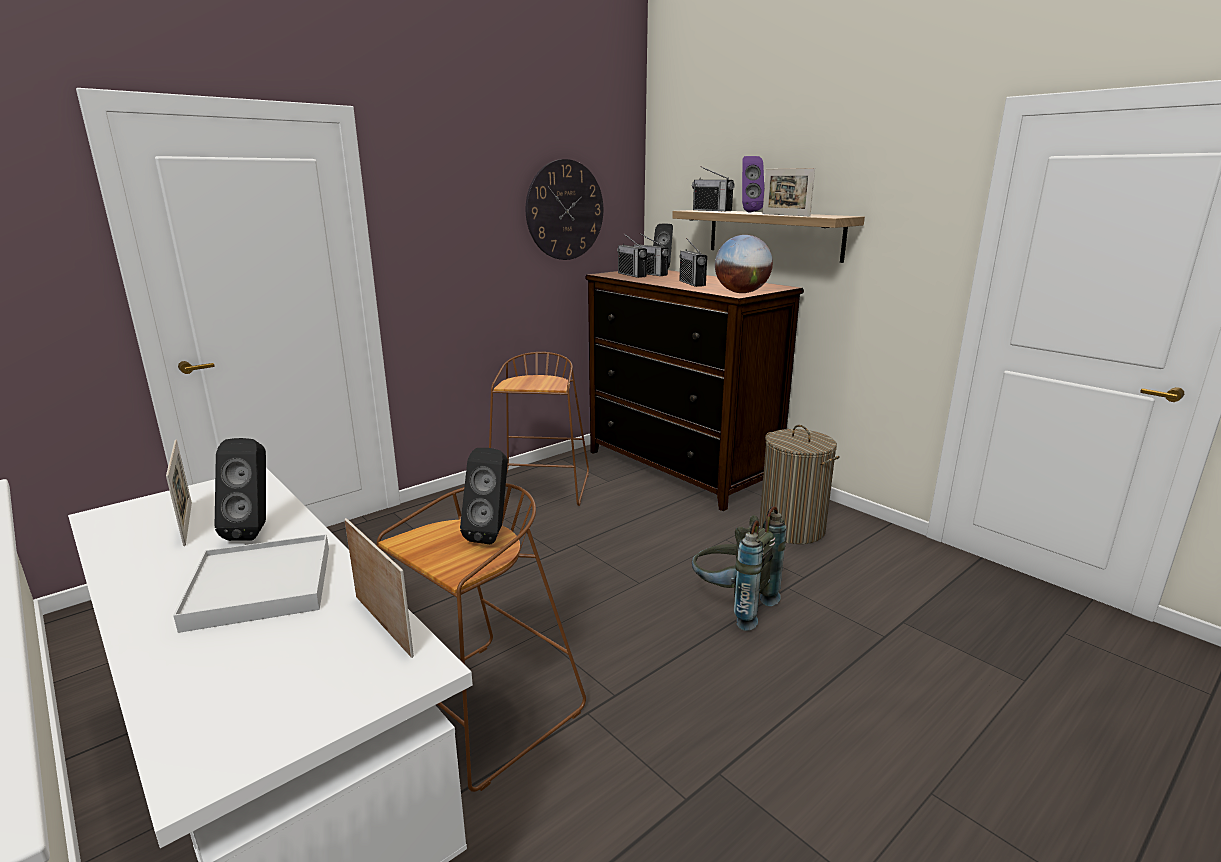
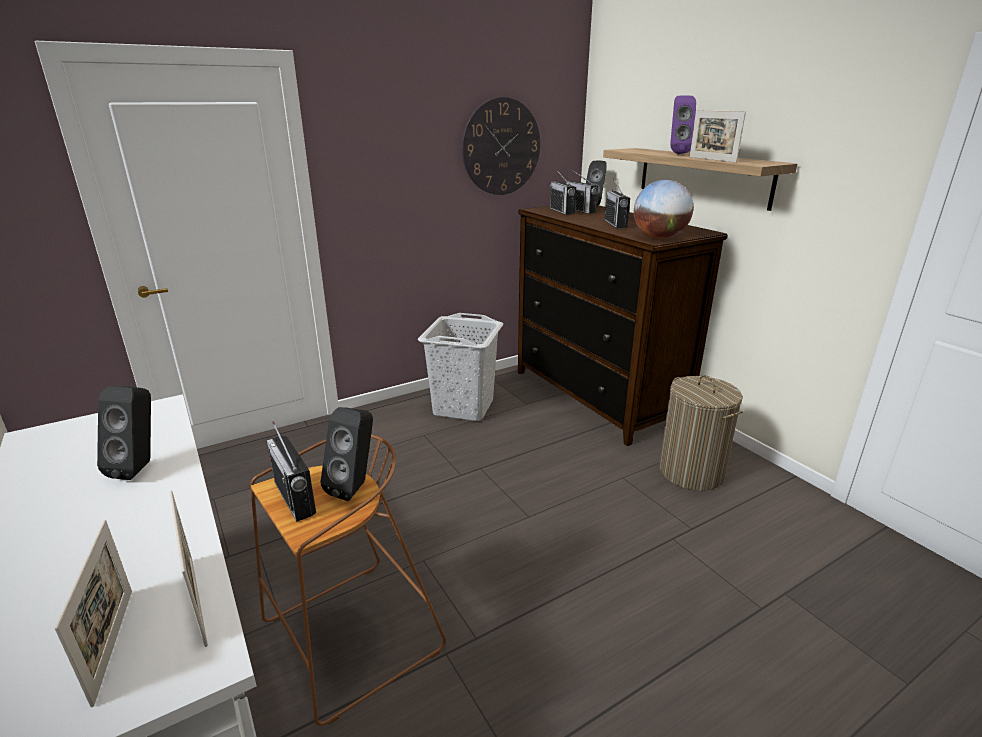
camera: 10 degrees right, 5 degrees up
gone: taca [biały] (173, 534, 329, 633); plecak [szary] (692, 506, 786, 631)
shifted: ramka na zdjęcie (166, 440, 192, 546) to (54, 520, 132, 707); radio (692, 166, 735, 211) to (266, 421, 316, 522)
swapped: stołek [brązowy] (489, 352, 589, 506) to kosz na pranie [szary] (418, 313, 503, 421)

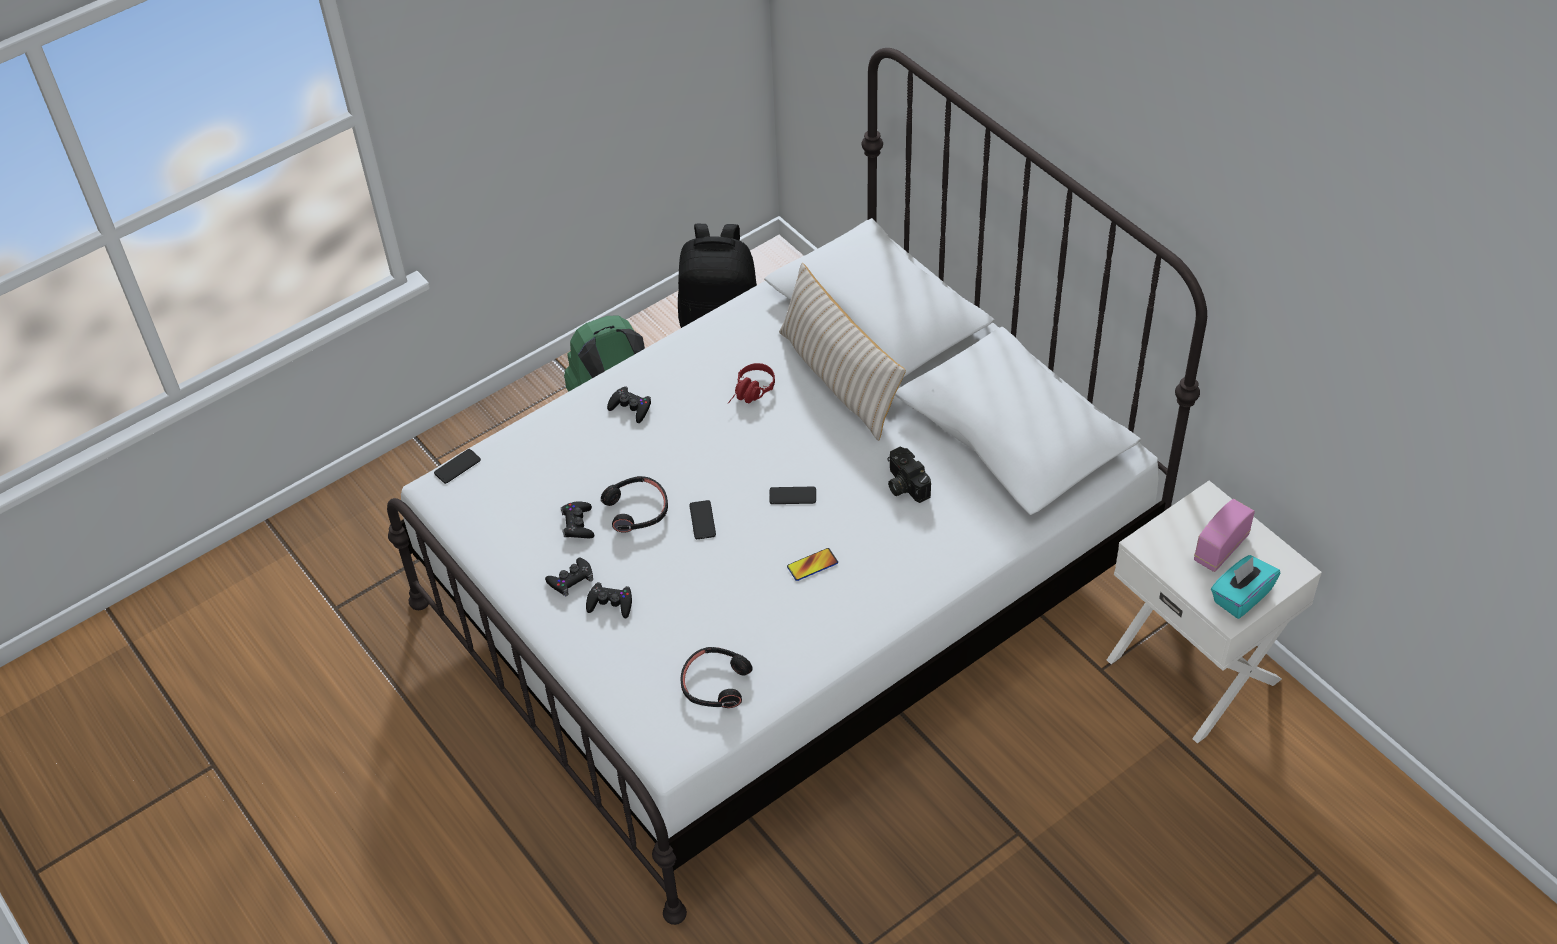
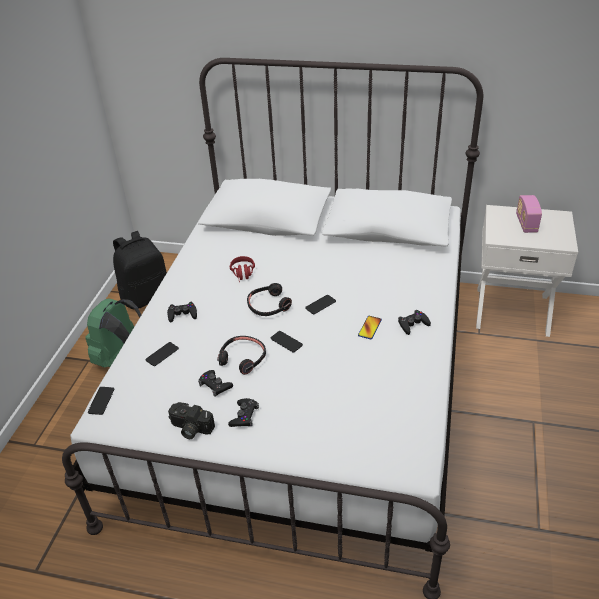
camera: 40 degrees left, 10 degrees down
gone: poduszka [beżowy] (779, 263, 906, 441); pudełko chusteczek [turkusowy] (1211, 555, 1280, 619)
new: telefon (145, 342, 179, 366)
shifted: pad do gier [czarny] (586, 582, 632, 618) to (398, 310, 431, 335); słuchawki [czarny] (680, 647, 753, 708) to (247, 283, 292, 316); aparat fotograficzny (888, 447, 931, 503) to (168, 402, 215, 439)

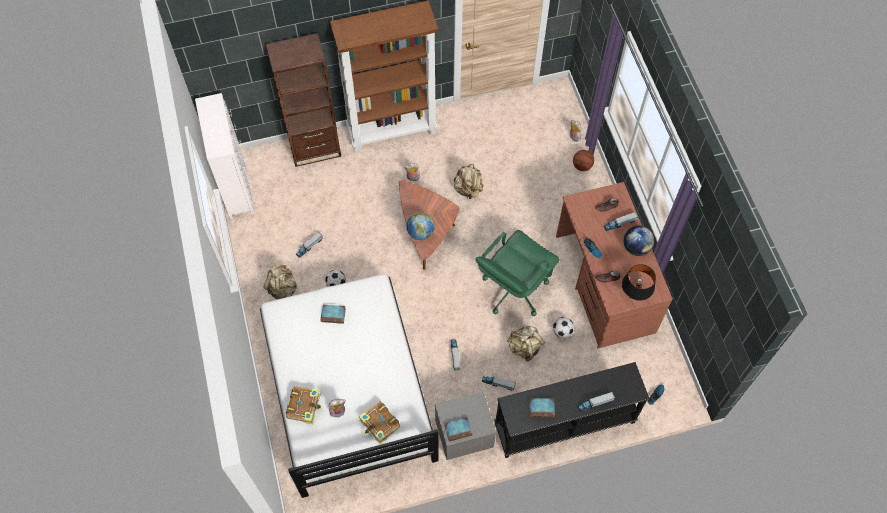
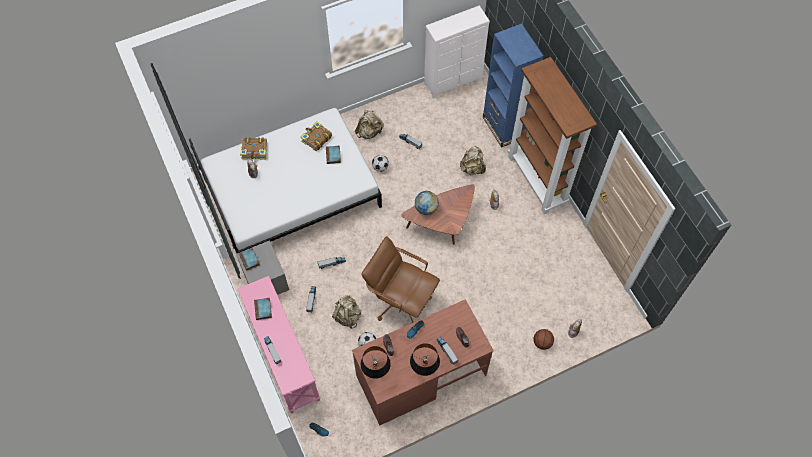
camera: 80 degrees right, 0 degrees up
shifted: książka (359, 401, 400, 444) to (301, 121, 332, 151); plecak [beżowy] (454, 164, 483, 199) to (460, 146, 486, 175)
swapped: globus (624, 226, 654, 256) to lampa stołowa [czarny] (410, 343, 440, 376)
repainted: regał [brązowy] (266, 33, 341, 167) to regał [niebieski] (483, 23, 544, 148); krzesło biurowe [zielony] (475, 230, 560, 316) to krzesło biurowe [brązowy] (361, 236, 440, 324); stolik konsolowy [czarny] (494, 362, 650, 458) to stolik konsolowy [różowy] (238, 276, 320, 413)

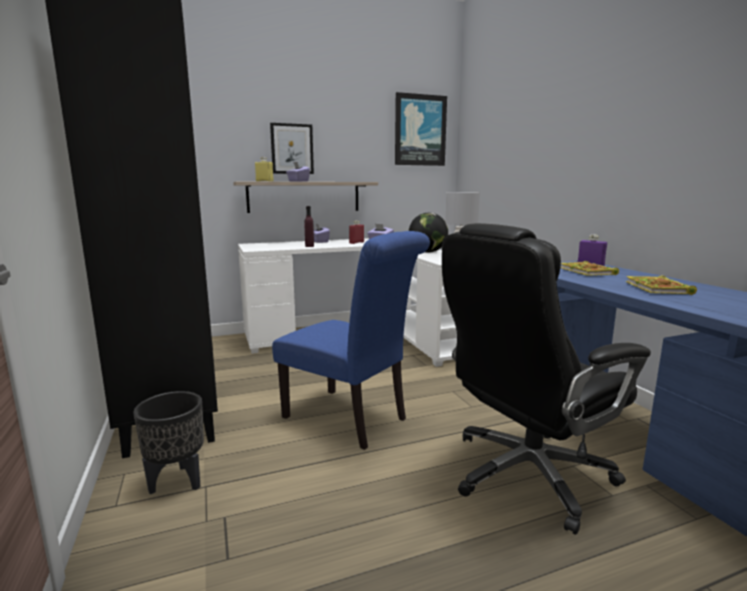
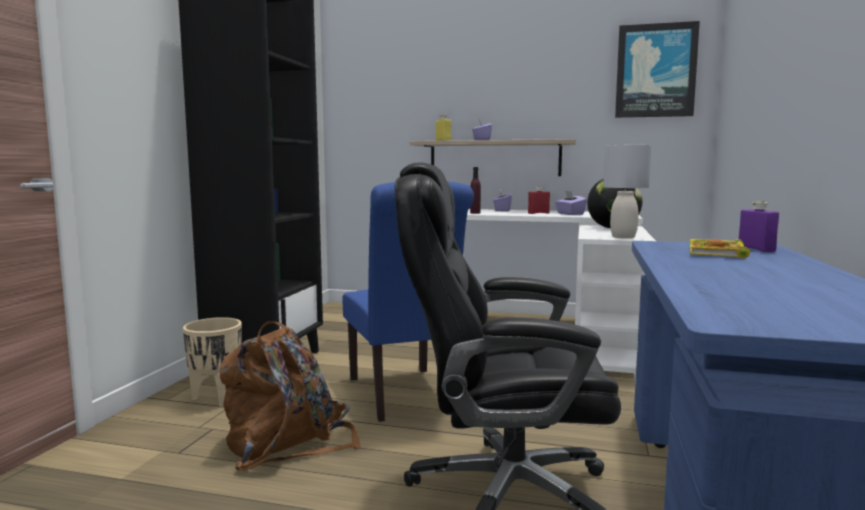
camera: 35 degrees right, 5 degrees down
gone: obraz (270, 123, 314, 174); książka (626, 275, 697, 295)
new: plecak [brązowy] (220, 321, 361, 471)
repainted: donica [czarny] (133, 391, 204, 494) to donica [beżowy] (183, 317, 242, 407)

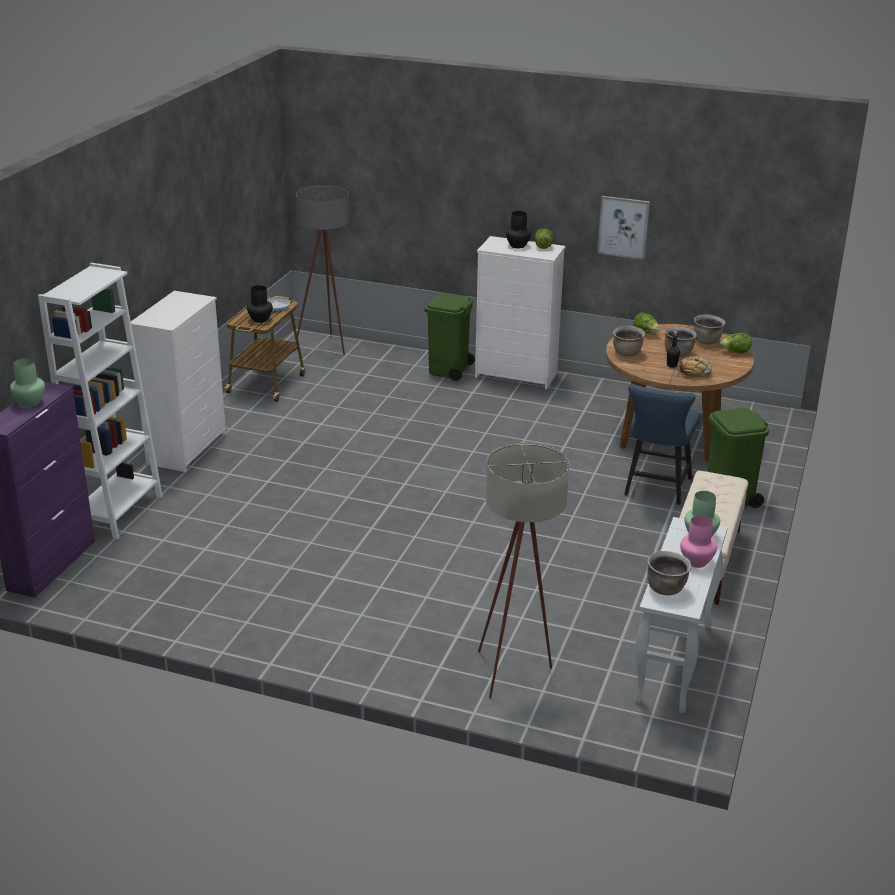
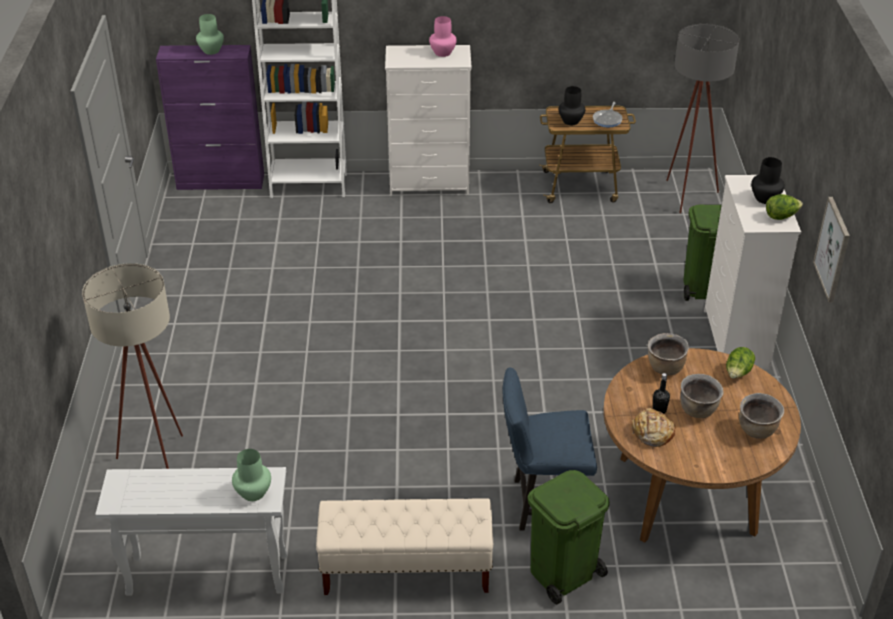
camera: 70 degrees right, 10 degrees up
gone: garnek [brązowy] (647, 551, 692, 595); sałata (720, 333, 752, 353)
shifted: wazon [różowy] (680, 516, 717, 568) to (429, 16, 457, 57)

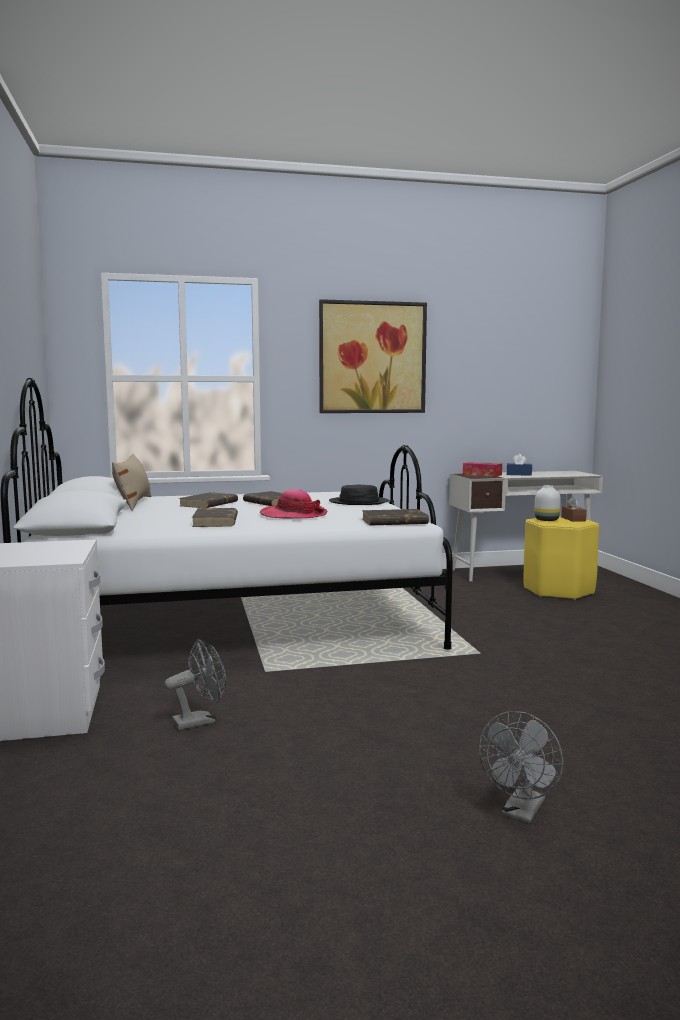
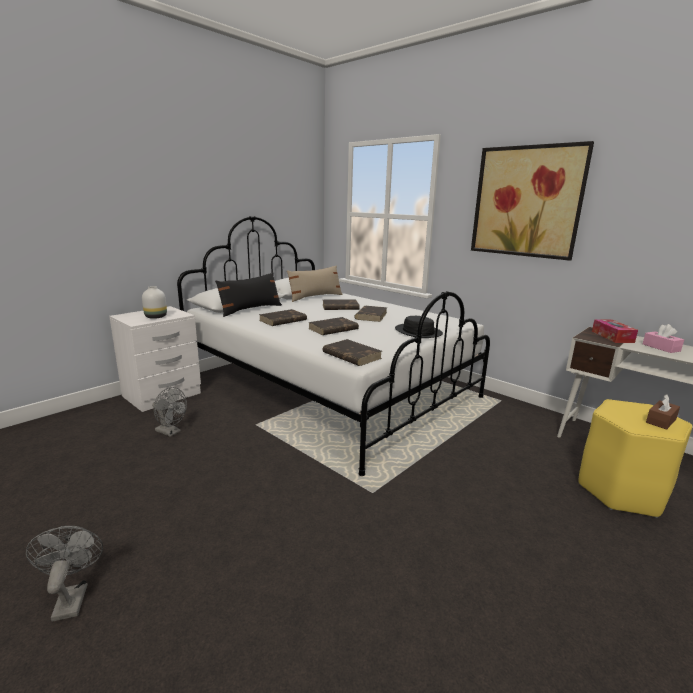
camera: 55 degrees right, 10 degrees up
new: poduszka [czarny] (215, 273, 282, 317)
shifted: wazon [biały] (534, 485, 561, 521) to (142, 286, 167, 319)
swapped: kapelusz (260, 489, 328, 519) to książka [brązowy] (308, 317, 359, 335)
repainted: pudełko chusteczek [niebieski] (507, 454, 532, 476) to pudełko chusteczek [różowy] (643, 324, 684, 353)
rotated: wentylator [szary] (479, 711, 563, 823) = (26, 526, 103, 622) 75 degrees clockwise

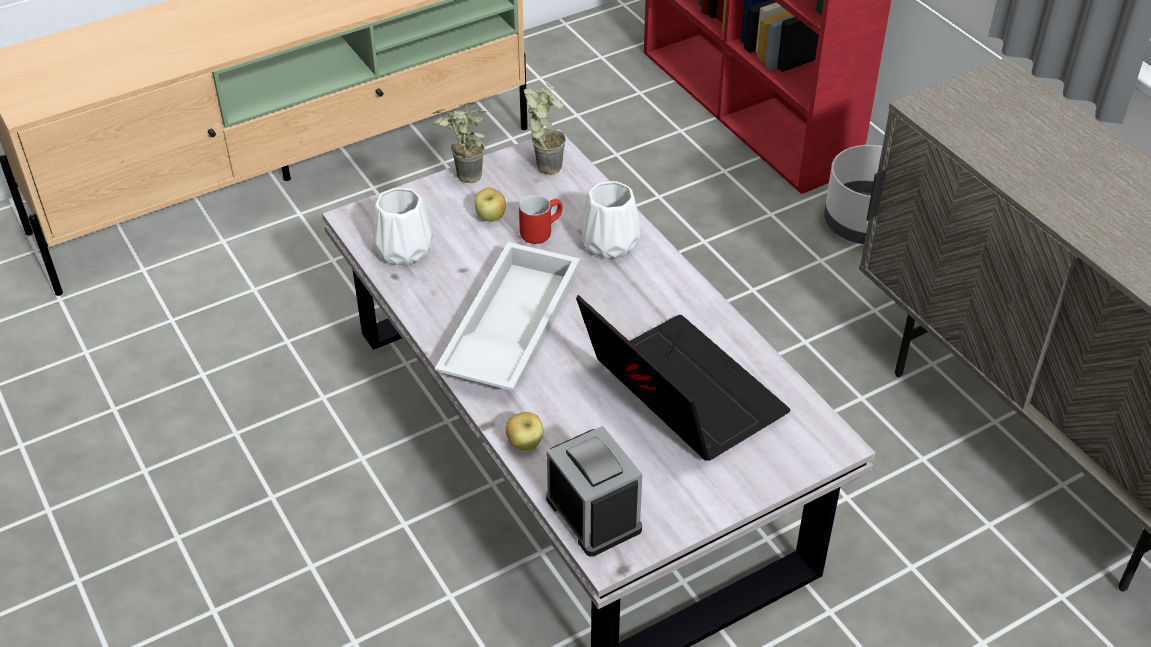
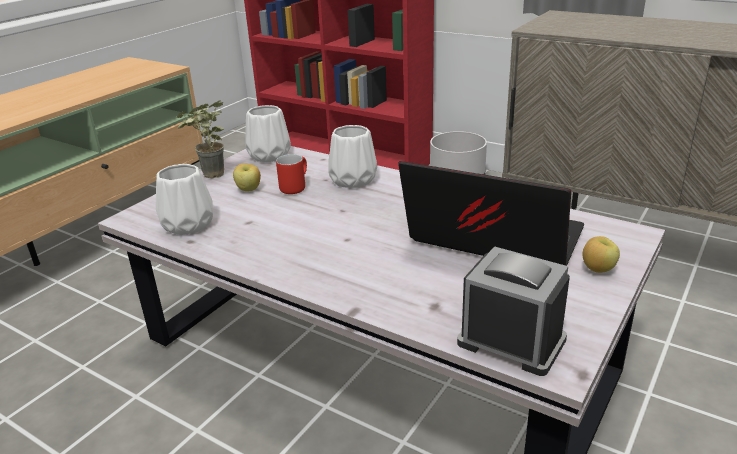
camera: 25 degrees left, 15 degrees down
gone: taca [biały] (435, 242, 580, 390)
shifted: jabłko (506, 412, 543, 451) to (583, 236, 620, 273)
swapped: roślina doniczkowa (524, 81, 566, 175) to wazon [biały] (245, 105, 291, 162)

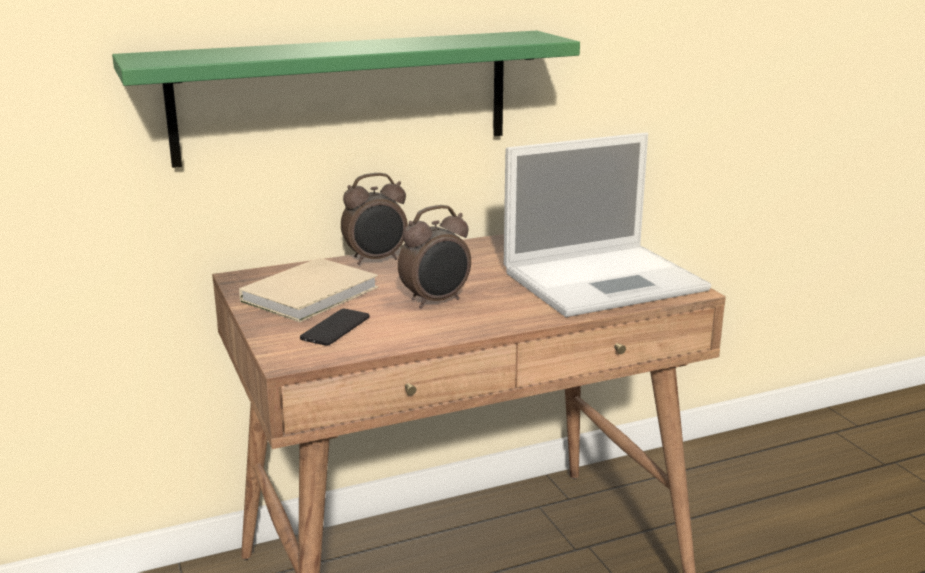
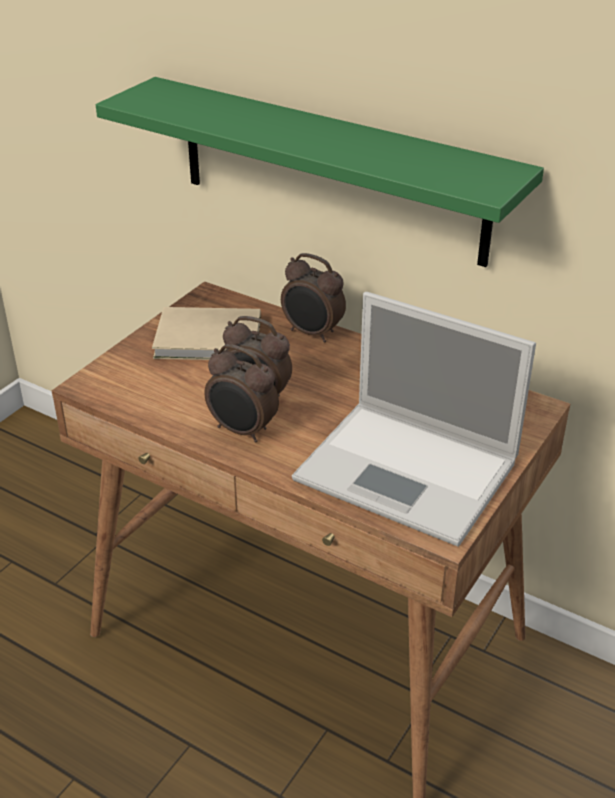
camera: 55 degrees right, 15 degrees up
gone: telefon (300, 308, 370, 346)
new: budzik (204, 344, 279, 443)

